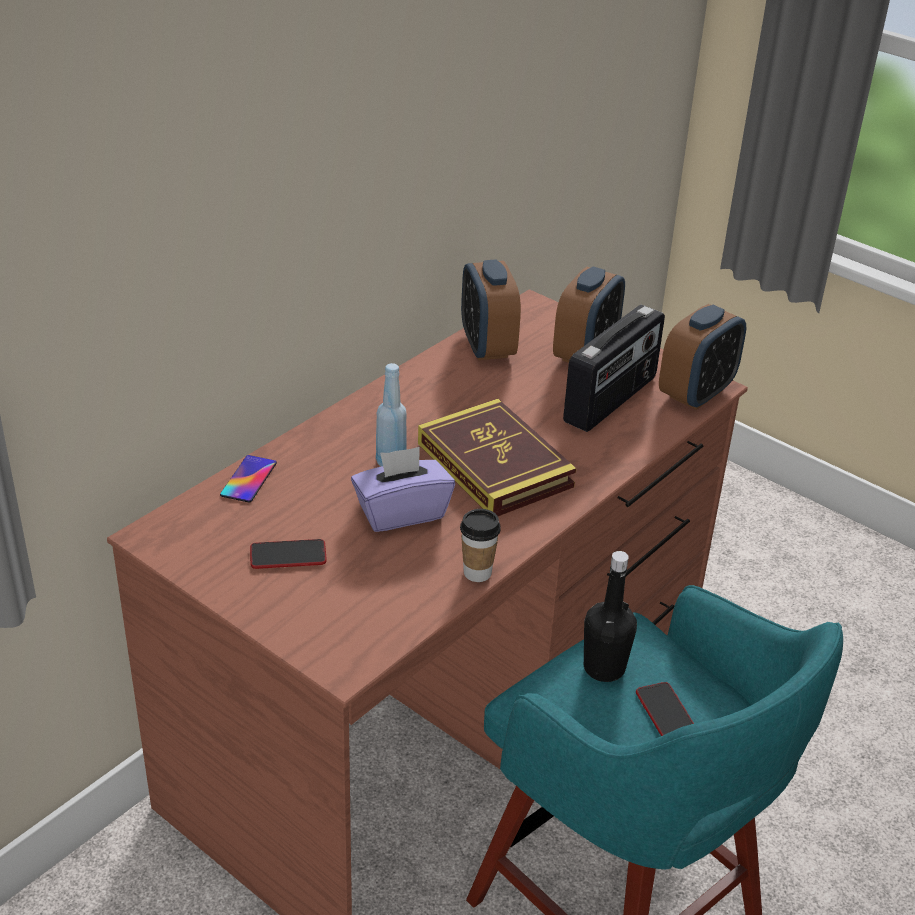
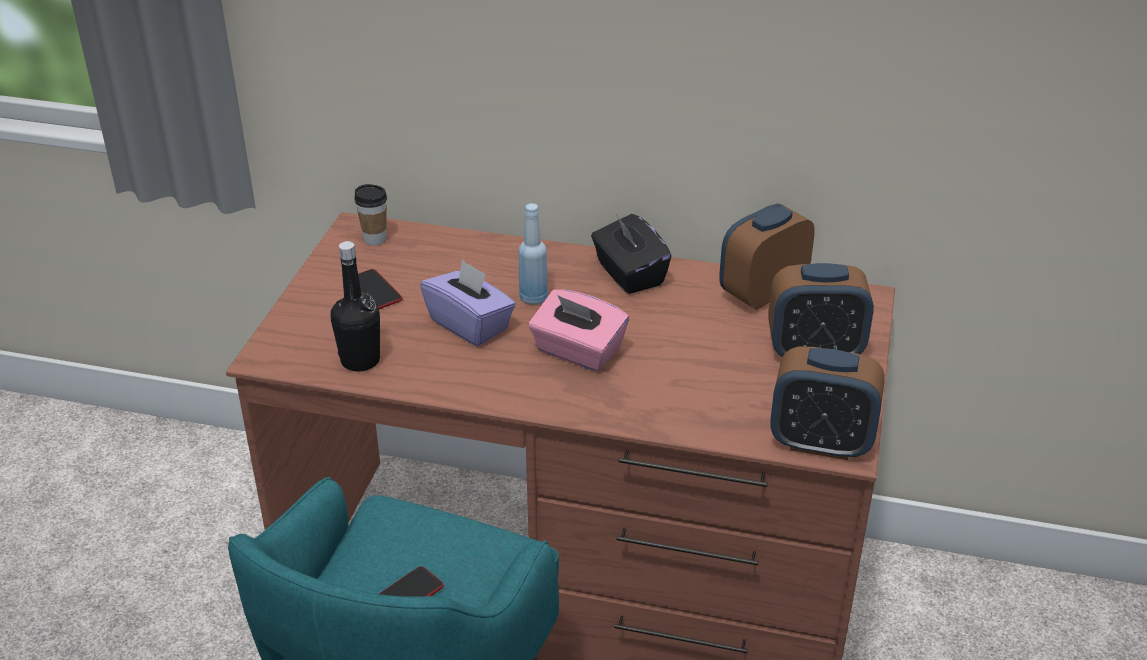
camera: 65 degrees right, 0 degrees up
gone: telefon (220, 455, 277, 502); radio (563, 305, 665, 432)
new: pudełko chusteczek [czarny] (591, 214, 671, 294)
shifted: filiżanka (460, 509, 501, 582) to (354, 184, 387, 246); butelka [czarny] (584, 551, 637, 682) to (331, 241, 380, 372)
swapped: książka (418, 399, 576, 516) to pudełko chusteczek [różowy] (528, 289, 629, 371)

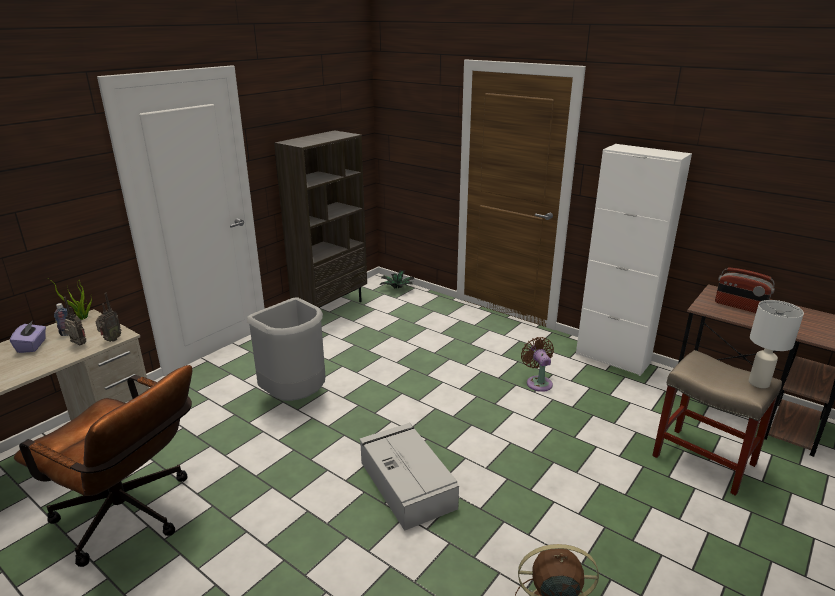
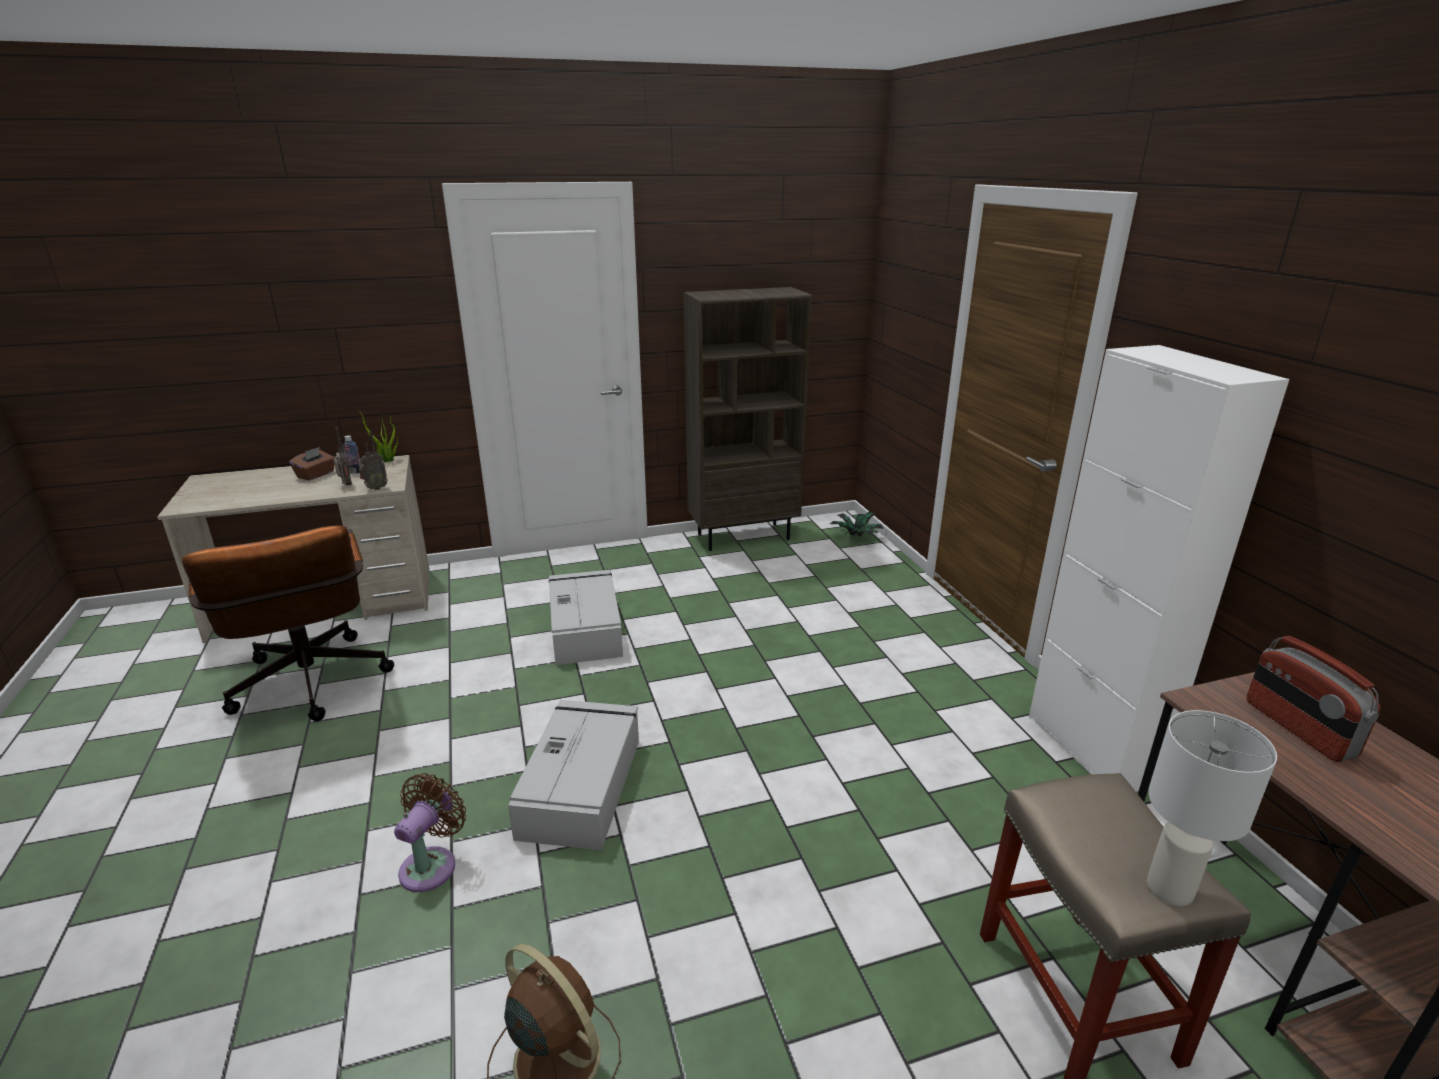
camera: 35 degrees right, 0 degrees up
shifted: wentylator [brązowy] (521, 337, 554, 392) to (394, 773, 466, 892)
swapped: kosz na śmieci [szary] (247, 297, 326, 401) to pojemnik do przechowywania [szary] (549, 570, 623, 665)
repainted: pudełko chusteczek [fioletowy] (10, 320, 46, 353) to pudełko chusteczek [brązowy] (289, 447, 334, 481)

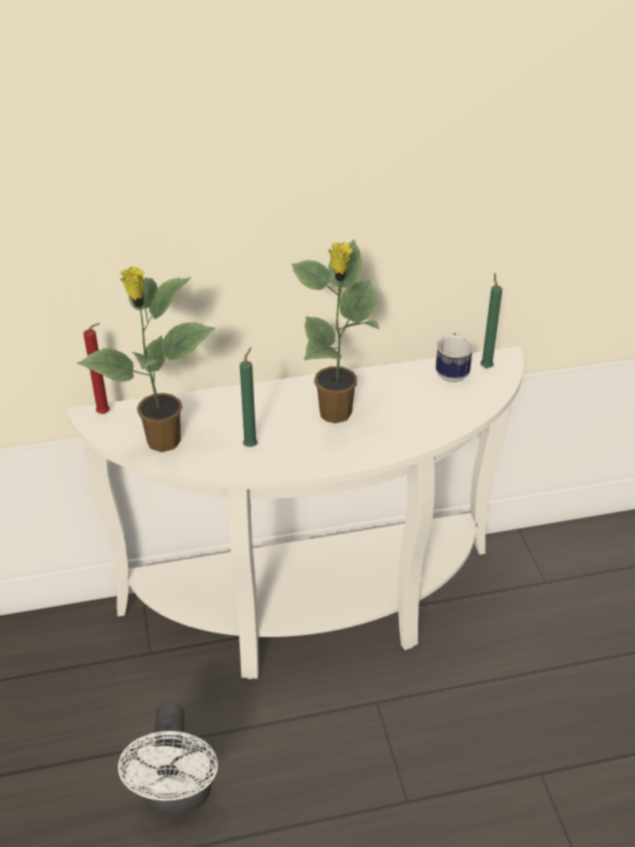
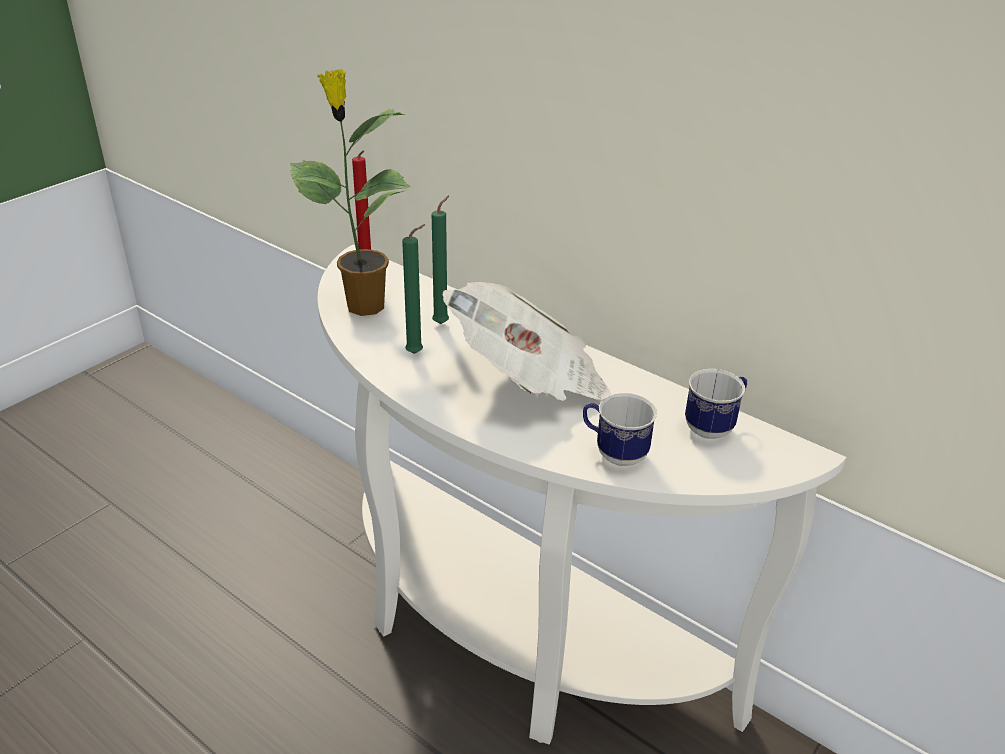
camera: 50 degrees right, 5 degrees down
gone: wentylator [biały] (118, 702, 218, 816)
new: kubek (583, 393, 657, 466)
shifted: świeca [zielony] (480, 273, 503, 368) to (432, 195, 449, 324)
swapped: roślina doniczkowa (292, 239, 381, 423) to gazeta (442, 282, 612, 401)

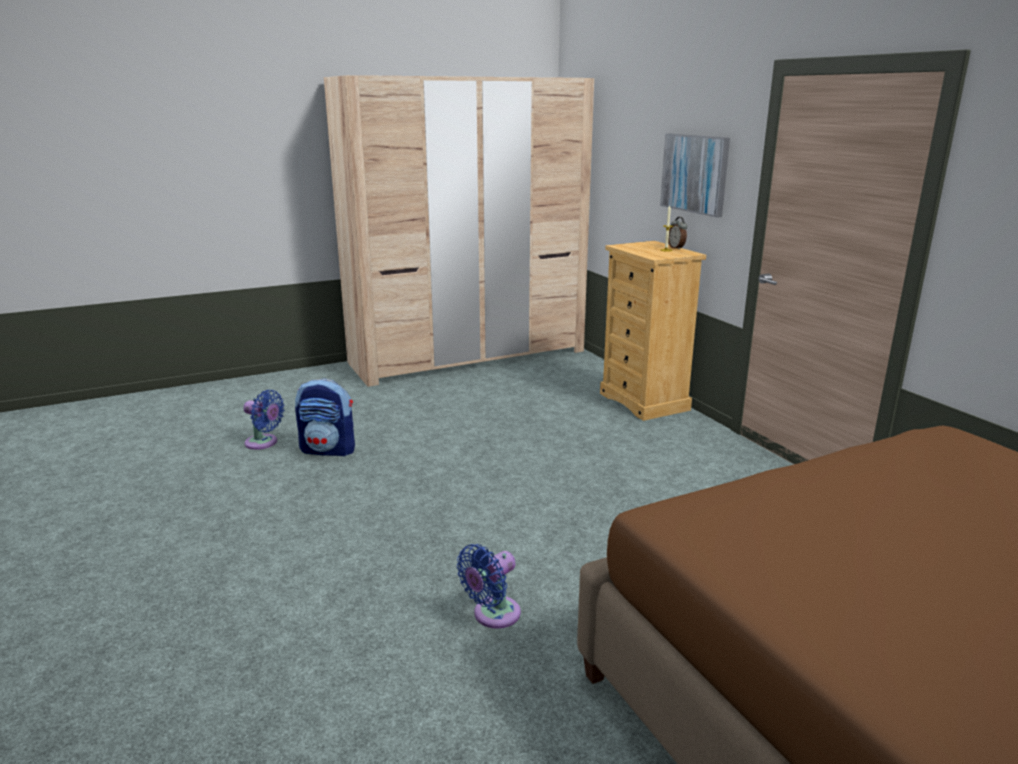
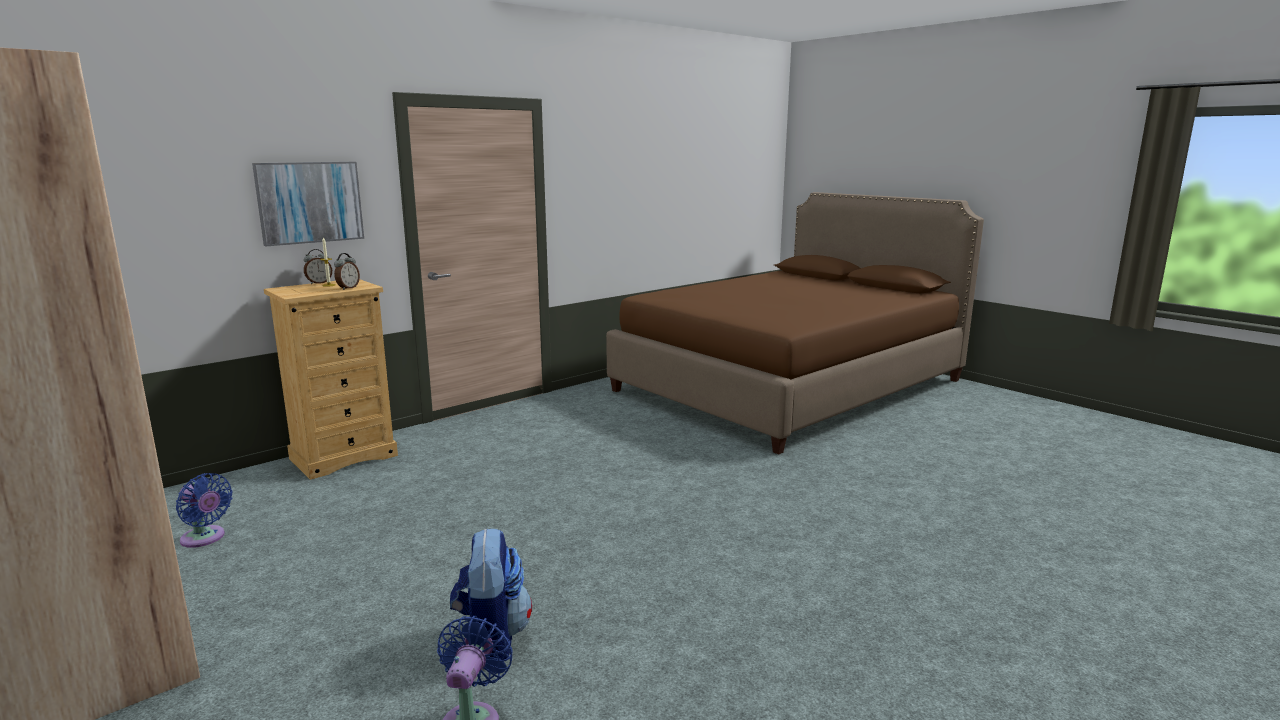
camera: 105 degrees left, 5 degrees down
new: budzik (334, 253, 360, 290)
shifted: wentylator [niebieski] (457, 544, 521, 628) to (176, 473, 232, 548)

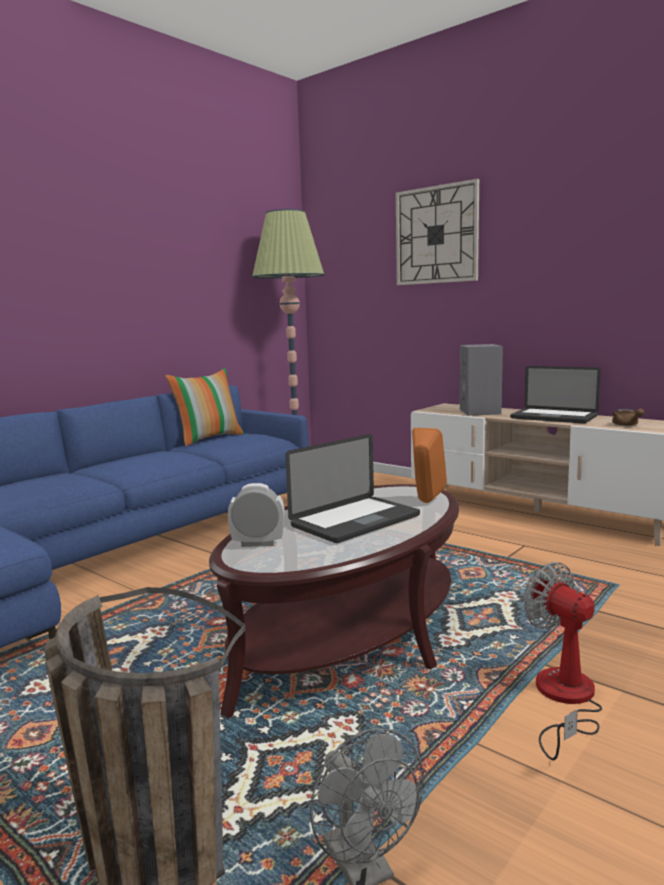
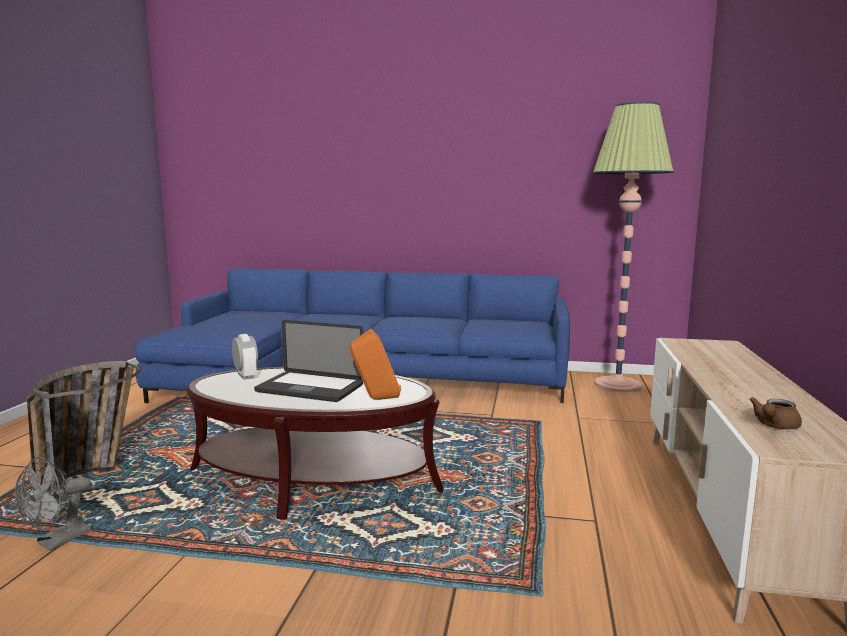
camera: 60 degrees right, 0 degrees up
gone: poduszka (165, 368, 244, 446); zegar ścienny (396, 179, 479, 285); głośnik [szary] (460, 344, 503, 416); laptop (510, 366, 601, 424); wentylator (523, 562, 602, 760)

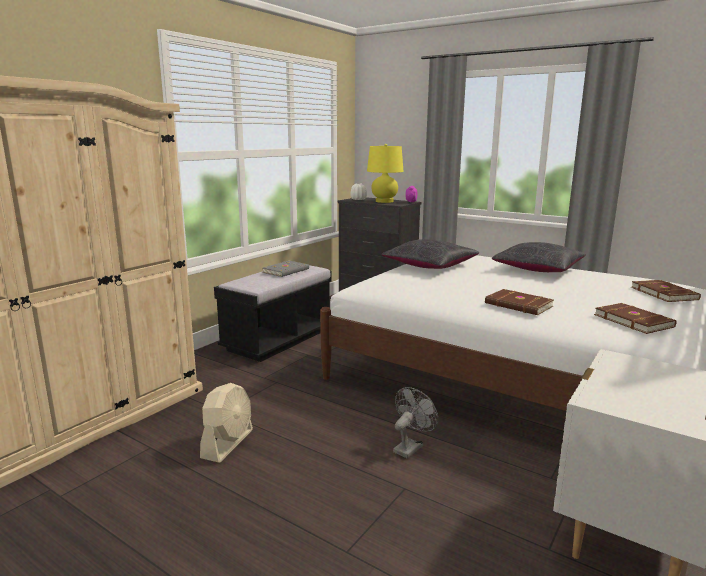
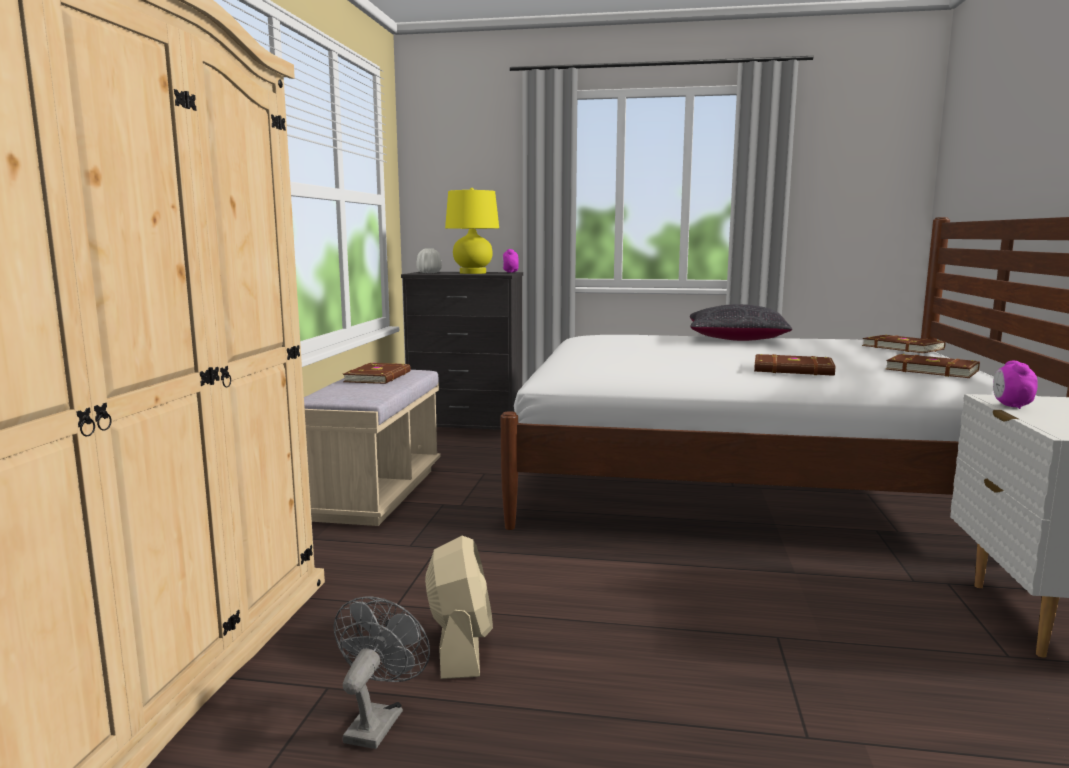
camera: 25 degrees left, 5 degrees down
gone: poduszka [czarny] (381, 239, 479, 269)
new: budzik (993, 361, 1038, 409)
shifted: wentylator [szary] (393, 387, 438, 458) to (334, 597, 430, 749)
repainted: ławka [czarny] (214, 265, 332, 362) to ławka [beżowy] (304, 370, 441, 526); książka [szary] (262, 261, 309, 277) to książka [brązowy] (343, 363, 411, 384)

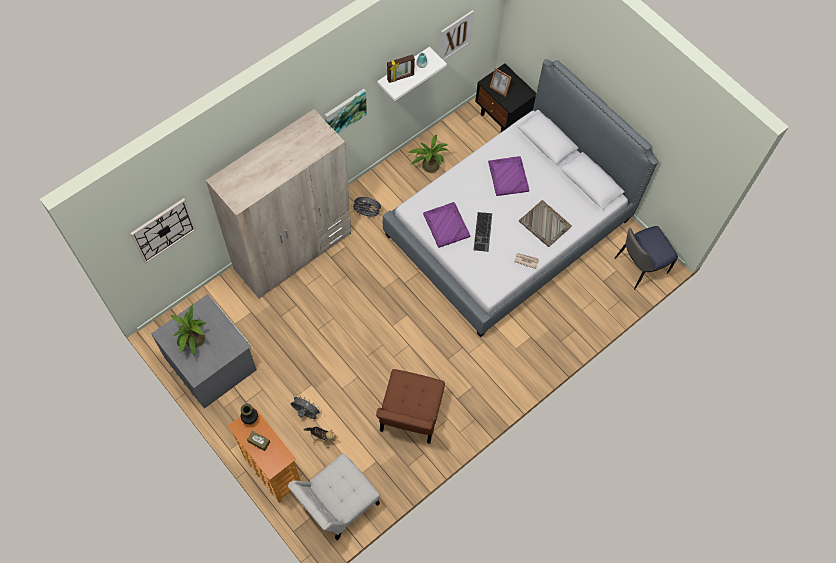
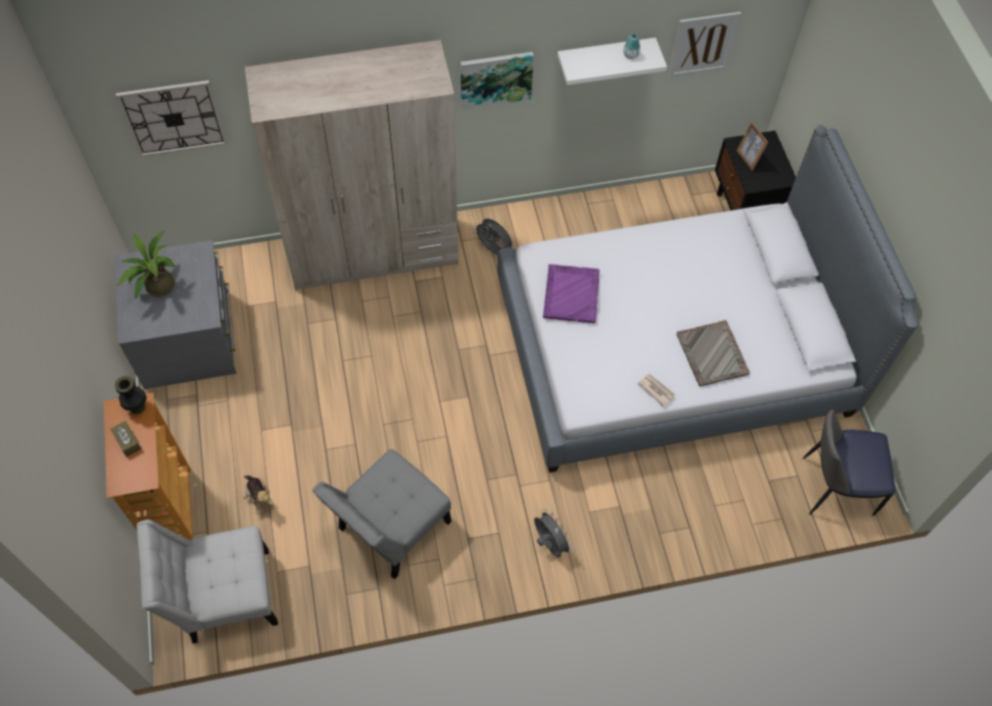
camera: 30 degrees right, 5 degrees down
gone: ramka na zdjęcie (387, 54, 415, 83); roślina doniczkowa (409, 135, 449, 173); klawiatura (474, 212, 492, 252); taca [fioletowy] (488, 156, 529, 196)
shifted: wentylator [szary] (291, 395, 322, 419) to (534, 509, 573, 557)
repainted: krzesło [brązowy] (376, 369, 445, 444) to krzesło [szary] (312, 449, 451, 580)

